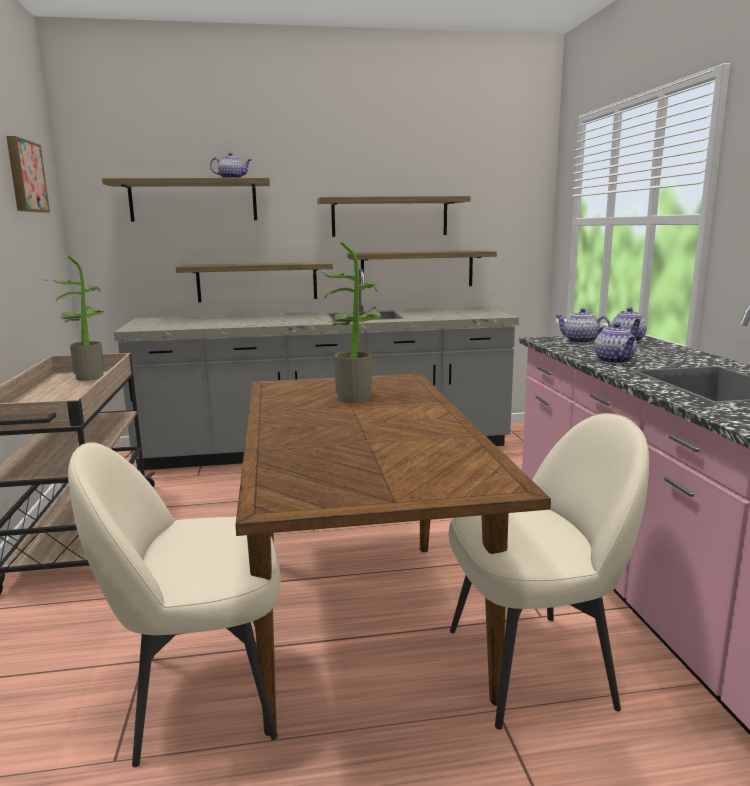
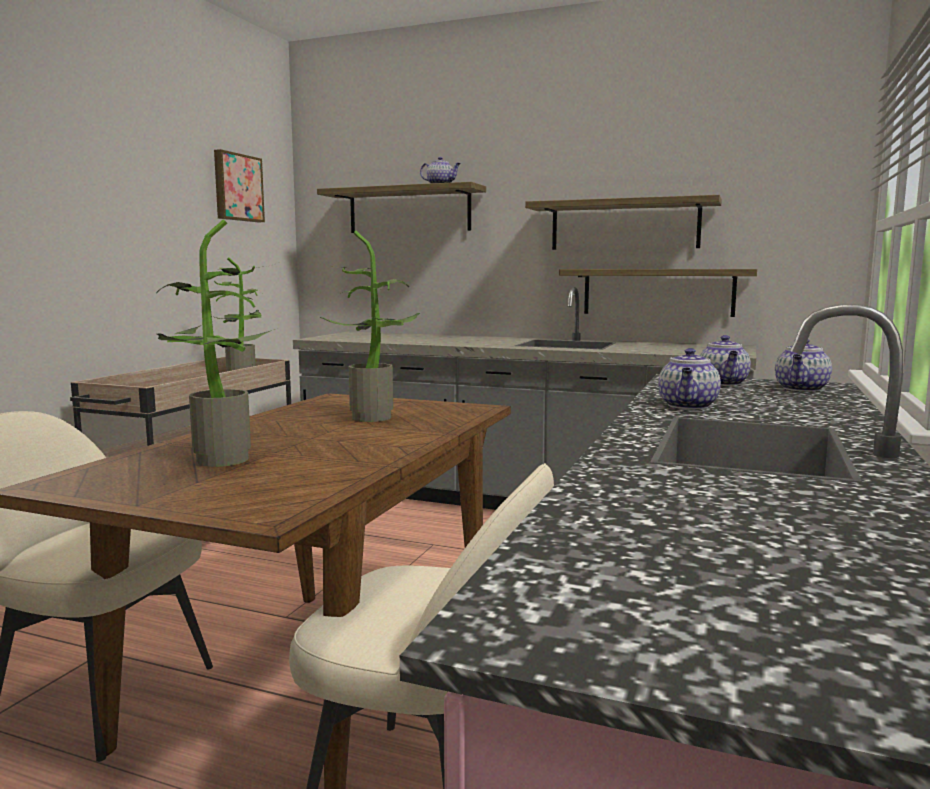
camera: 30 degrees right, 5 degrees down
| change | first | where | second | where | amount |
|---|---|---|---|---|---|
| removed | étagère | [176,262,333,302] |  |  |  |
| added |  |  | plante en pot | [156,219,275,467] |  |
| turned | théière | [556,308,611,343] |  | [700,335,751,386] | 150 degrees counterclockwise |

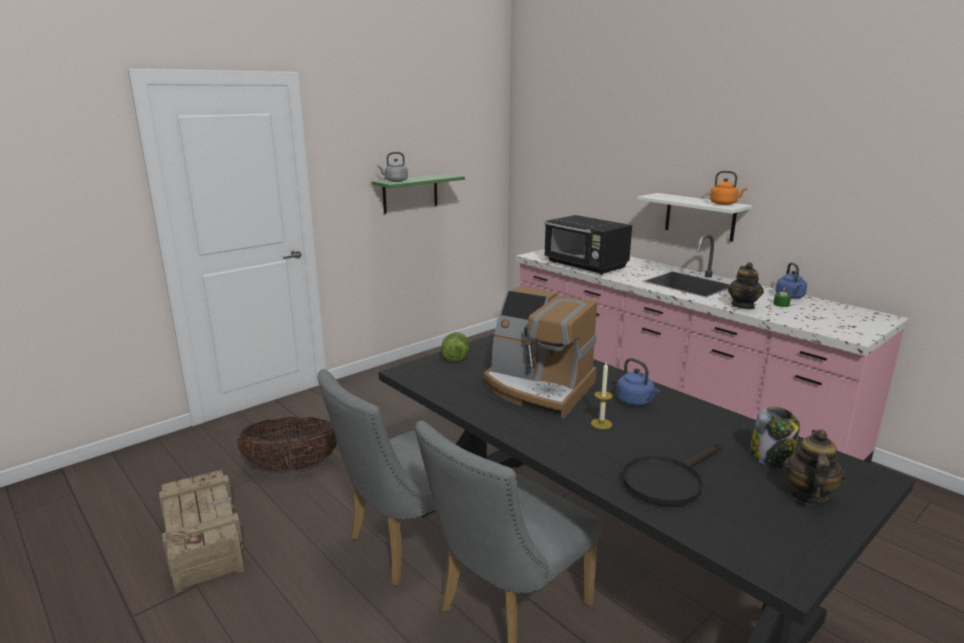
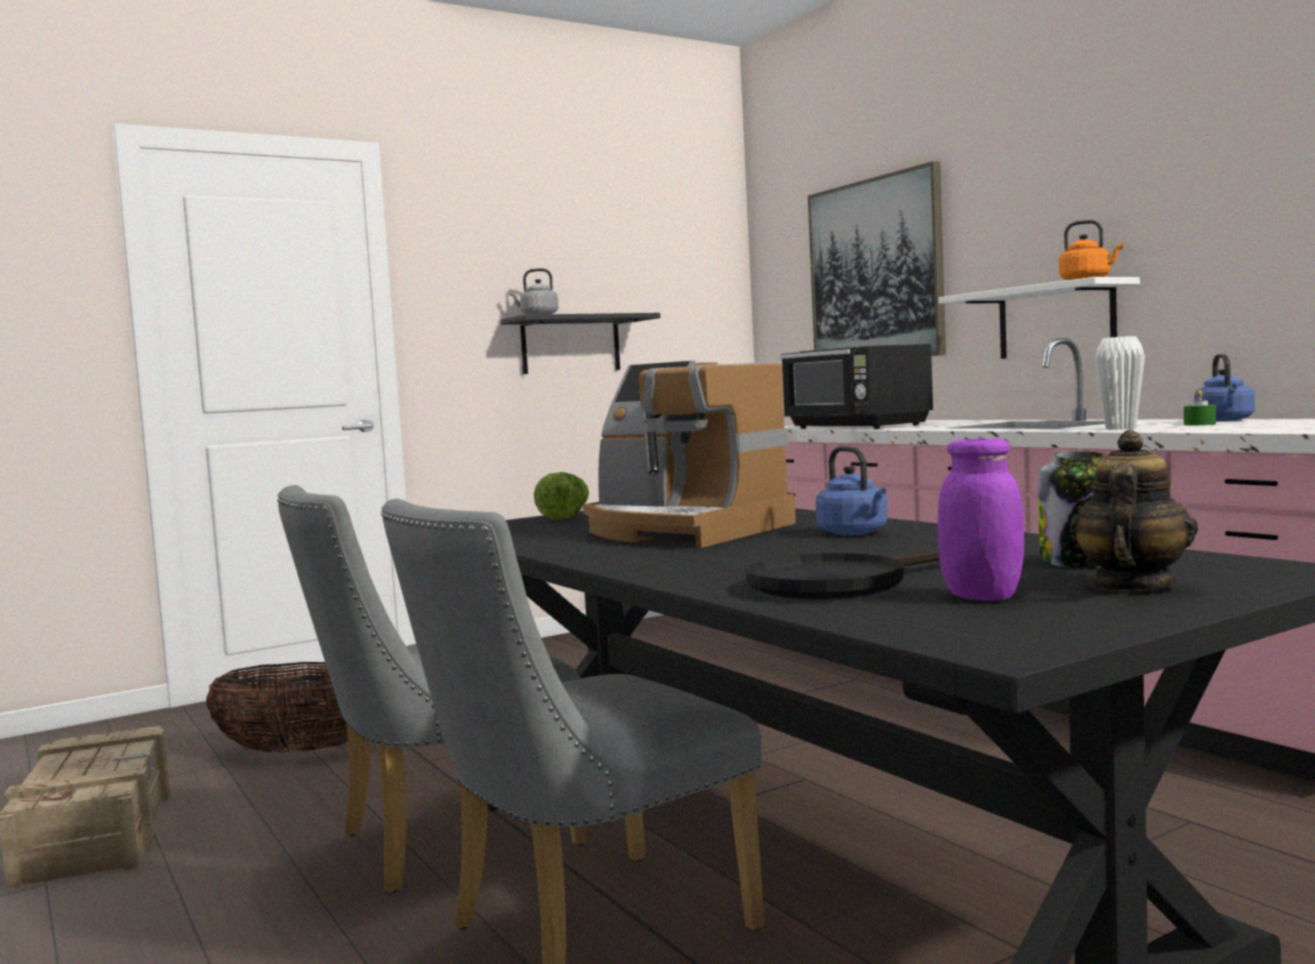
camera: 10 degrees right, 15 degrees down
| change | first | where | second | where | amount |
|---|---|---|---|---|---|
| removed | bougie | [591,363,613,429] |  |  |  |
| added |  |  | tableau | [808,161,946,356] |  |
| added |  |  | bocal [violet] | [938,438,1024,601] |  |
| replaced | théière | [728,262,764,309] | vase [blanc] | [1095,336,1145,429] |  |
| recoloured | étagère [vert] | [372,174,465,214] | étagère [noir] | [501,313,660,374] |  |

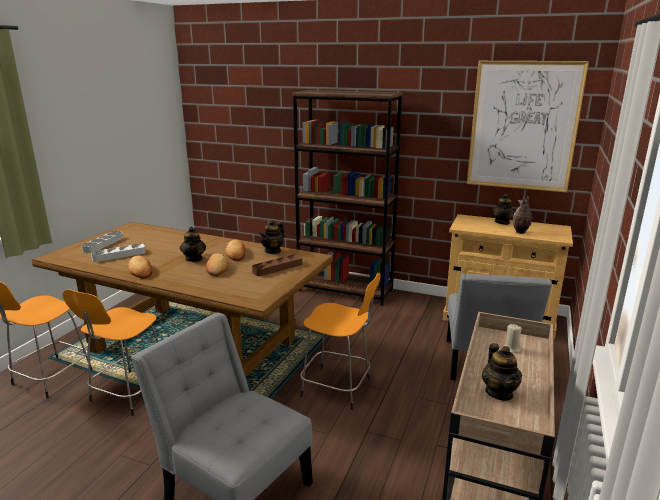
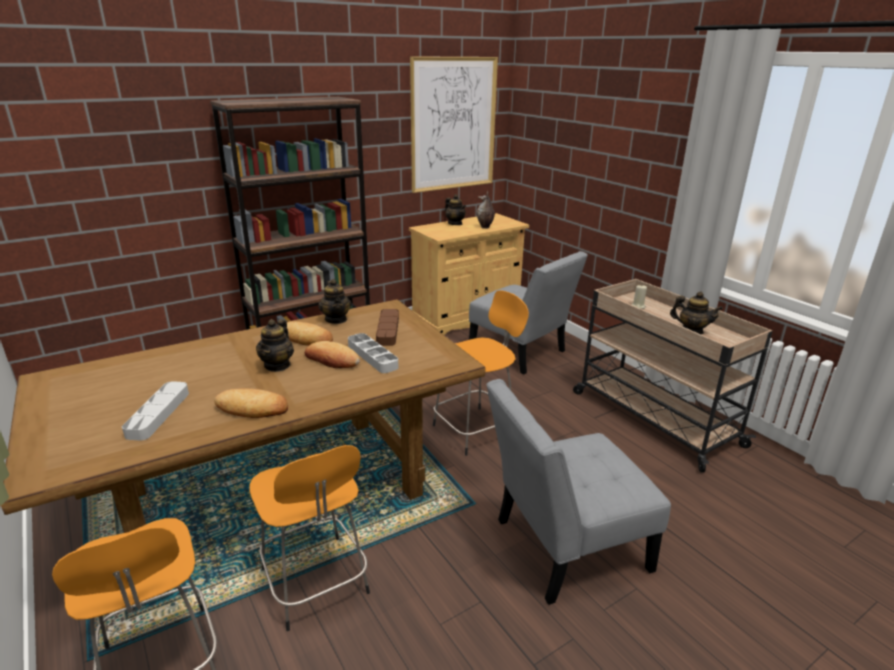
camera: 55 degrees left, 5 degrees up
| change | first | where | second | where | amount |
|---|---|---|---|---|---|
| moved | plateau [gris] | [81,231,123,253] |  | [348,333,398,373] |  |
| turned | théière | [180,227,206,262] |  | [256,319,294,372] | 75 degrees clockwise |

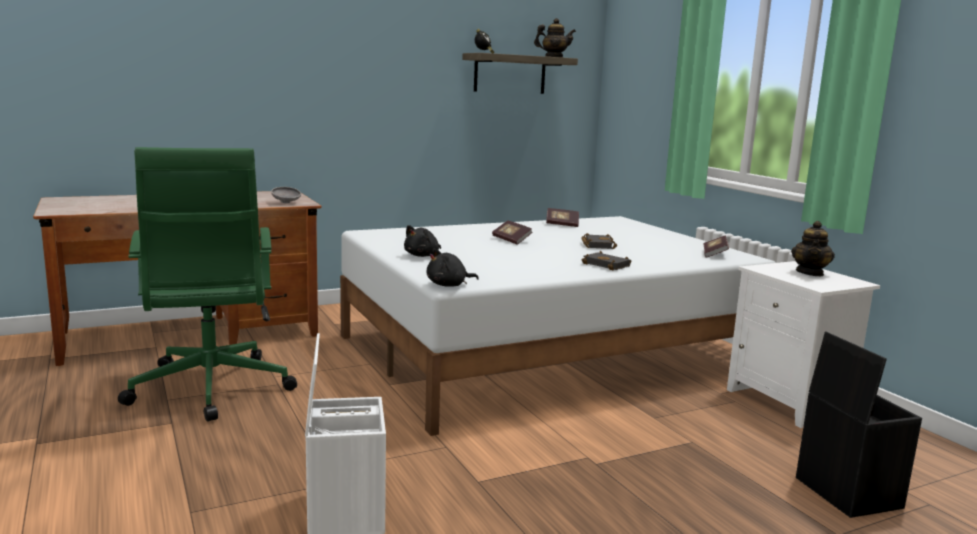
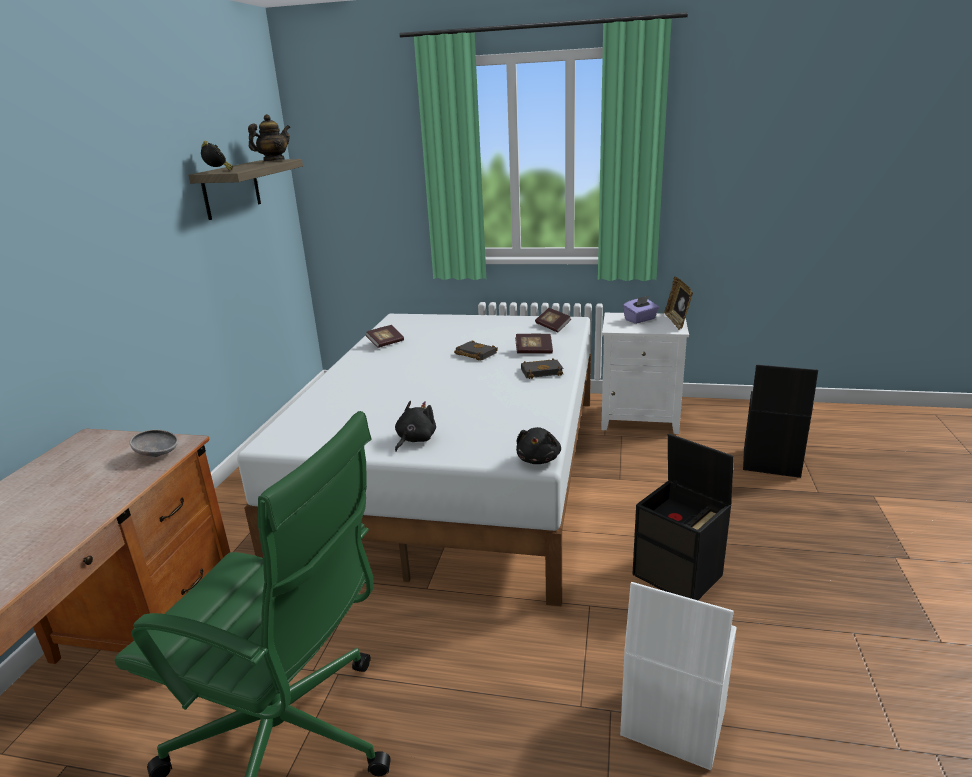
camera: 50 degrees left, 10 degrees up
| change | first | where | second | where | amount |
|---|---|---|---|---|---|
| added |  |  | boîte de rangement [noir] | [633,433,734,600] |  |
| added |  |  | cadre photo | [664,276,693,330] |  |
| moved | livre | [492,220,532,245] |  | [515,334,553,354] |  |
| replaced | théière | [791,221,835,276] | boîte à mouchoirs [violet] | [623,296,659,324] |  |
| turned | peluche [noir] | [404,225,441,257] |  | [395,401,436,452] | 135 degrees counterclockwise |

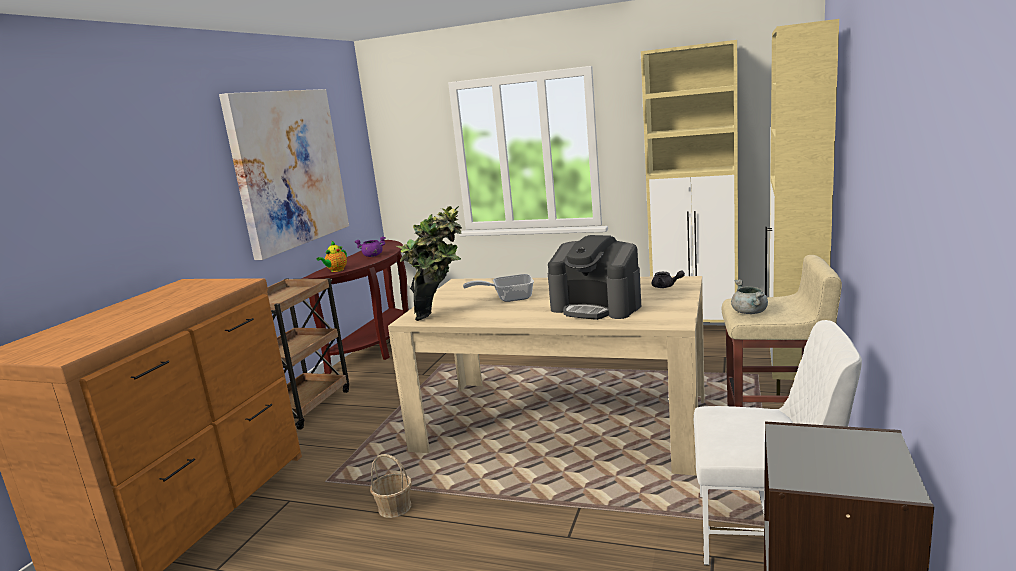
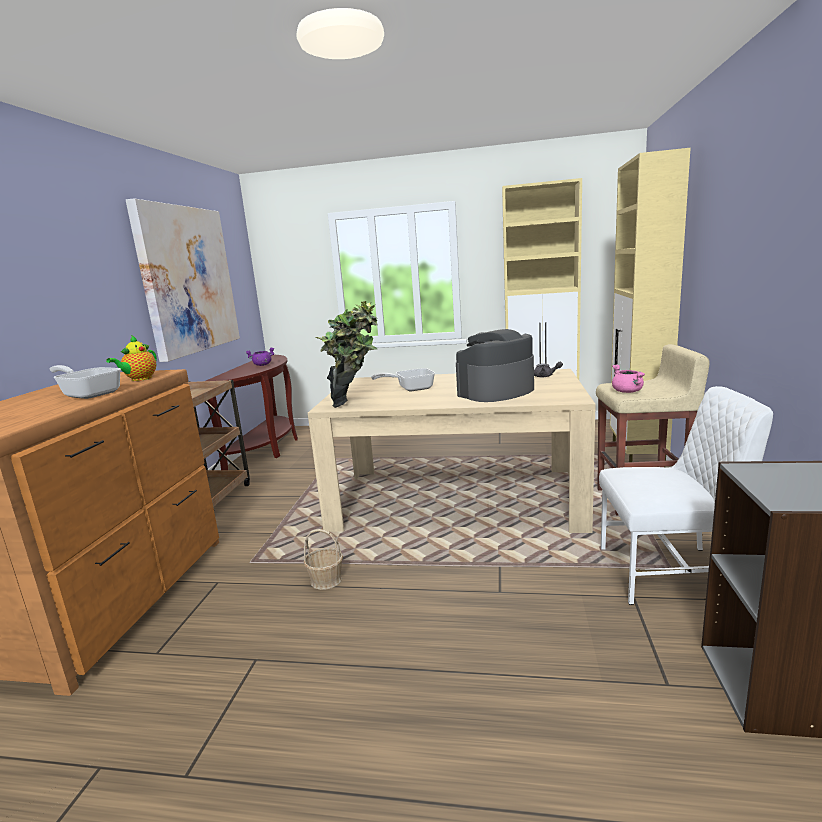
camera: 10 degrees left, 0 degrees up
| change | first | where | second | where | amount |
|---|---|---|---|---|---|
| added |  |  | poêle | [49,365,121,399] |  |
| moved | théière | [317,241,347,272] |  | [106,335,157,381] |  |
| recoloured | marmite [gris] | [731,279,768,314] | marmite [rose] | [612,364,645,393] |  |
| turned | machine à café | [548,235,641,320] |  | [456,329,534,402] | 120 degrees clockwise |

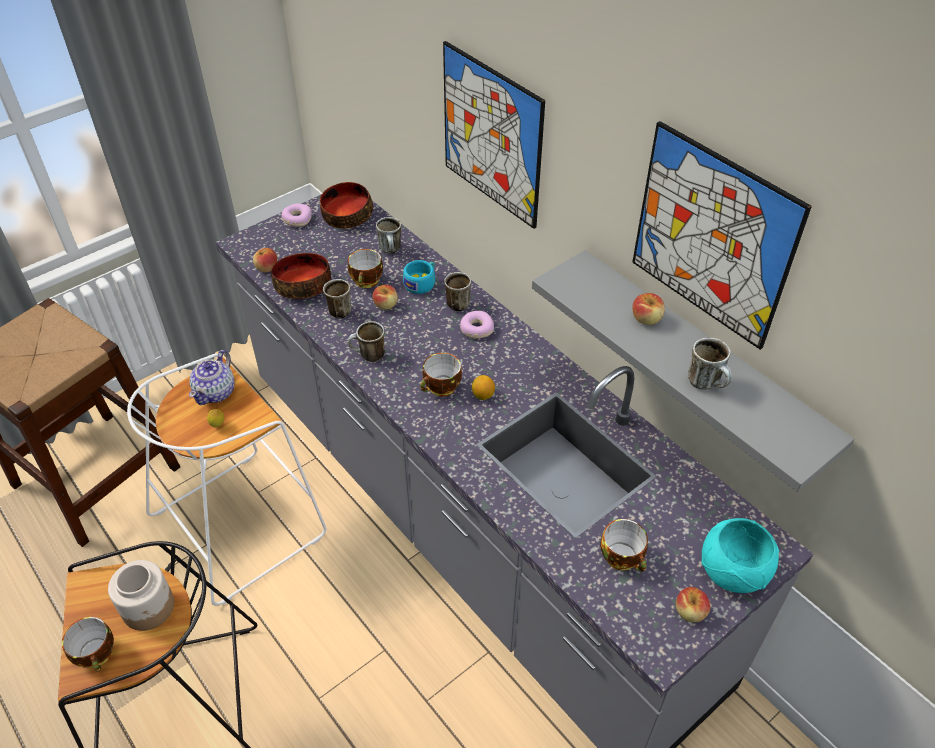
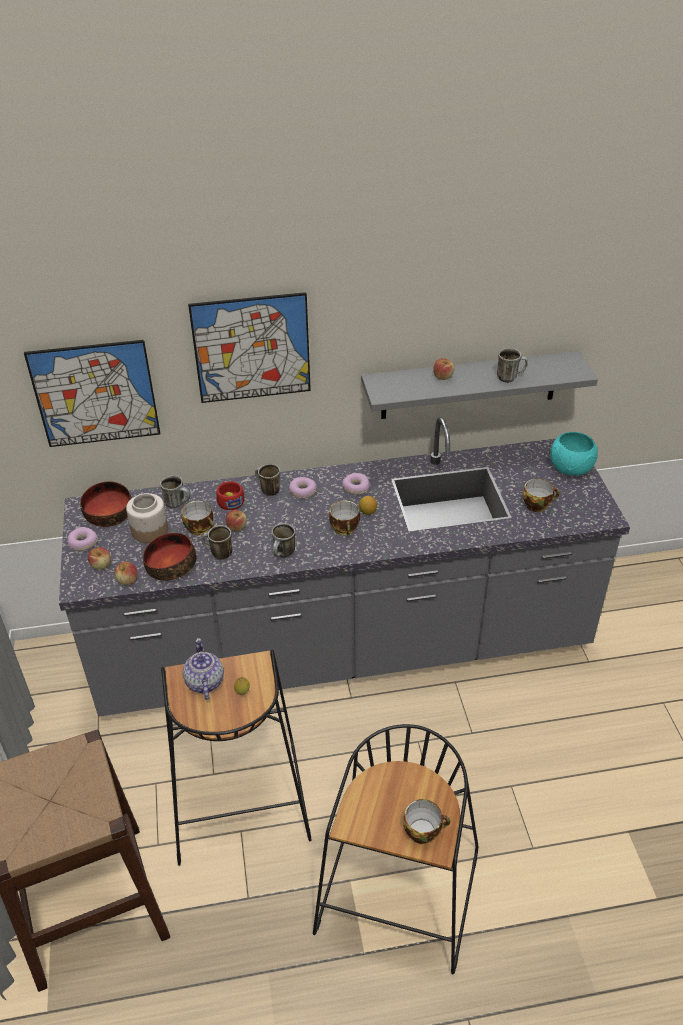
camera: 60 degrees left, 5 degrees down
| change | first | where | second | where | amount |
|---|---|---|---|---|---|
| added |  |  | beignet | [342,473,370,495] |  |
| moved | bocal | [108,560,174,631] |  | [126,493,168,543] |  |
| moved | tableau | [632,121,812,350] |  | [24,340,161,447] |  |
| moved | pomme | [676,587,710,622] |  | [88,547,111,570] |  |
| recoloured | tabouret [blanc] | [127,354,327,606] | tabouret [noir] | [161,650,311,866] |  |
| recoloured | tasse [turquoise] | [403,260,435,294] | tasse [rouge] | [216,481,245,510] |  |
| turned | théière | [189,350,235,405] |  | [183,638,224,700] | 150 degrees counterclockwise |

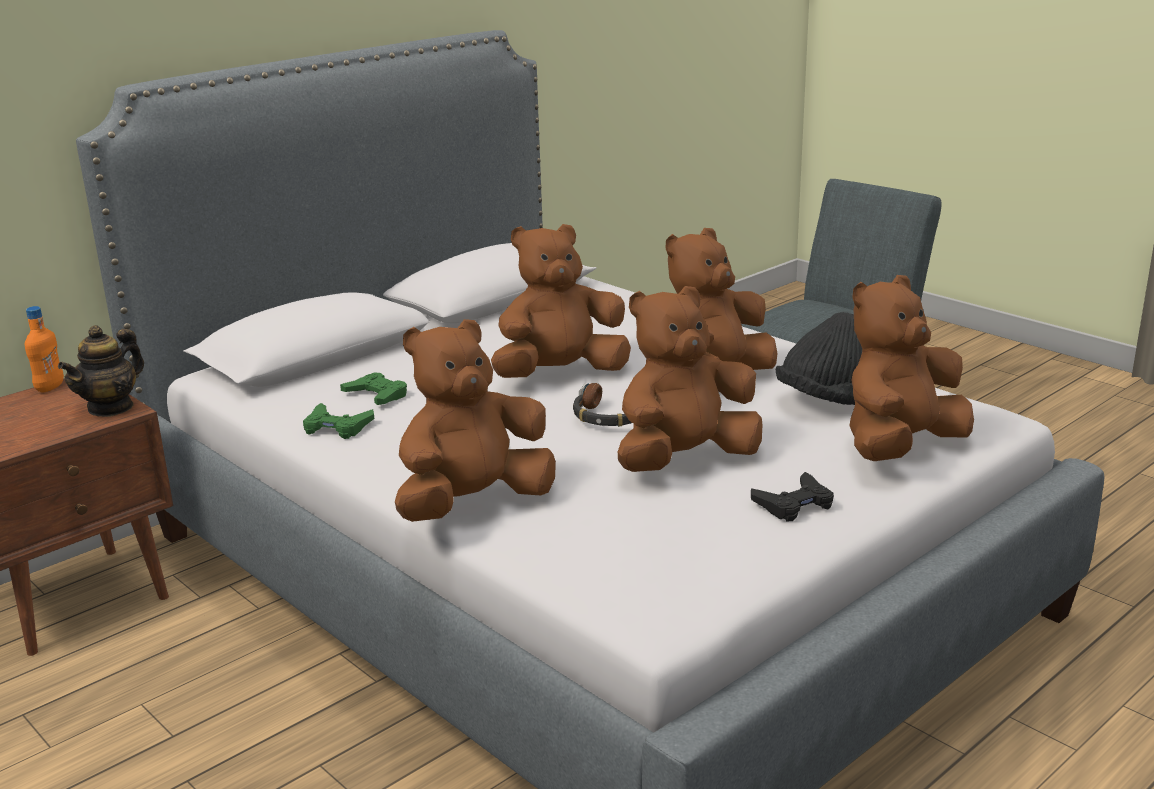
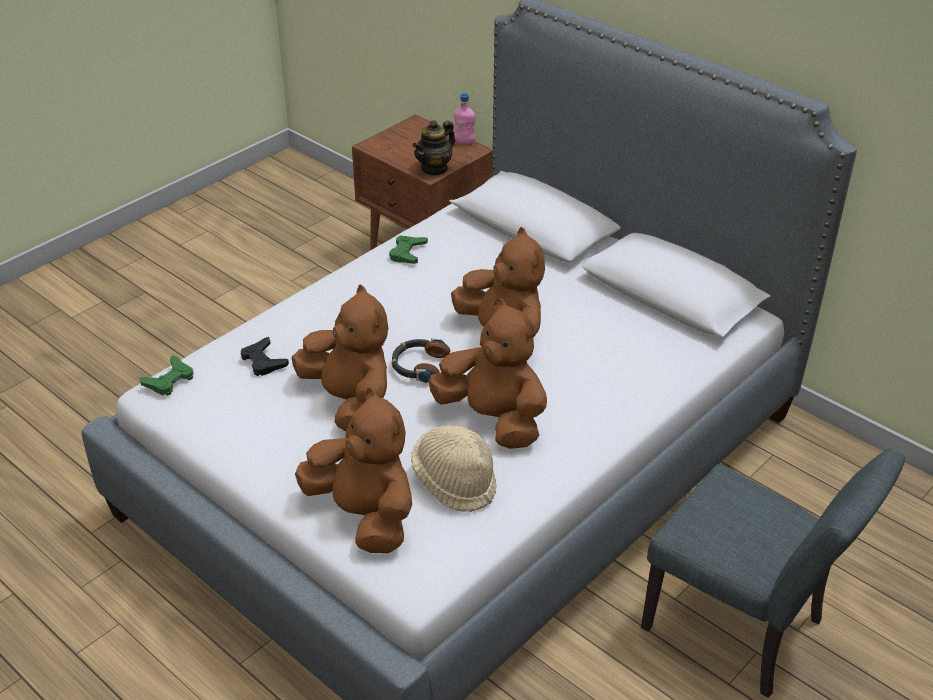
camera: 85 degrees right, 15 degrees up
| change | first | where | second | where | amount |
|---|---|---|---|---|---|
| removed | peluche [marron] | [395,319,556,522] |  |  |  |
| moved | manette [vert] | [340,372,407,405] |  | [139,355,193,396] |  |
| moved | manette [noir] | [751,472,834,522] |  | [241,337,289,376] |  |
| recoloured | bouteille [orange] | [25,306,64,393] | bouteille [rose] | [454,93,475,145] |  |
| recoloured | chapeau [noir] | [776,312,862,405] | chapeau [beige] | [411,425,497,512] |  |
| turned | théière | [58,325,144,417] |  | [412,120,455,176] | 75 degrees counterclockwise |

